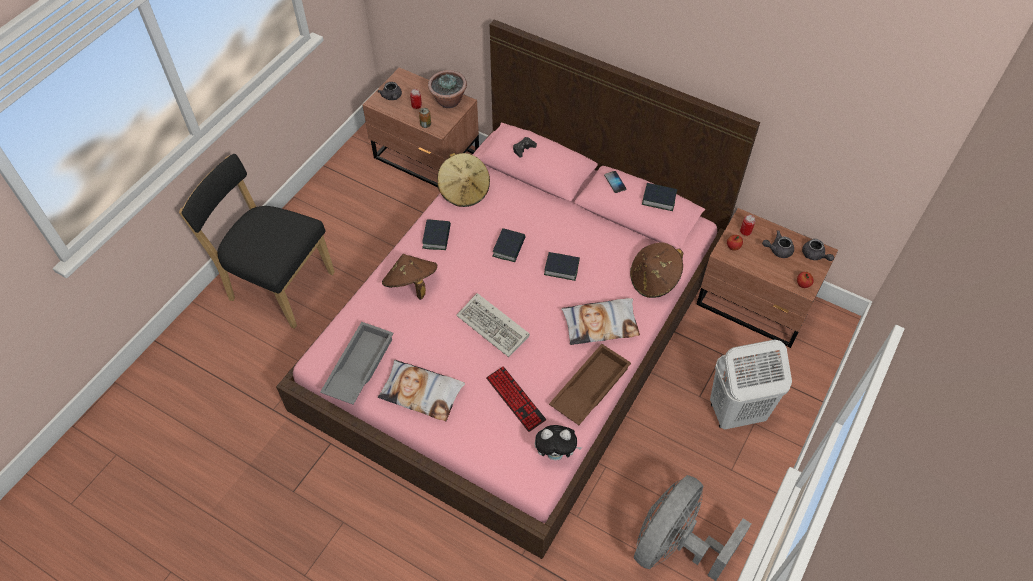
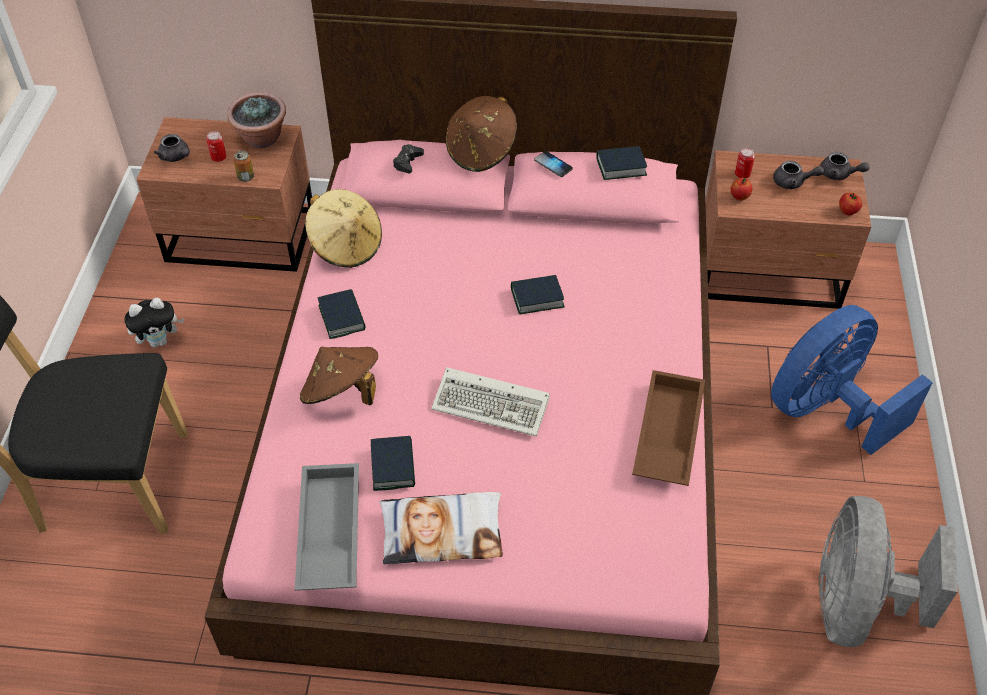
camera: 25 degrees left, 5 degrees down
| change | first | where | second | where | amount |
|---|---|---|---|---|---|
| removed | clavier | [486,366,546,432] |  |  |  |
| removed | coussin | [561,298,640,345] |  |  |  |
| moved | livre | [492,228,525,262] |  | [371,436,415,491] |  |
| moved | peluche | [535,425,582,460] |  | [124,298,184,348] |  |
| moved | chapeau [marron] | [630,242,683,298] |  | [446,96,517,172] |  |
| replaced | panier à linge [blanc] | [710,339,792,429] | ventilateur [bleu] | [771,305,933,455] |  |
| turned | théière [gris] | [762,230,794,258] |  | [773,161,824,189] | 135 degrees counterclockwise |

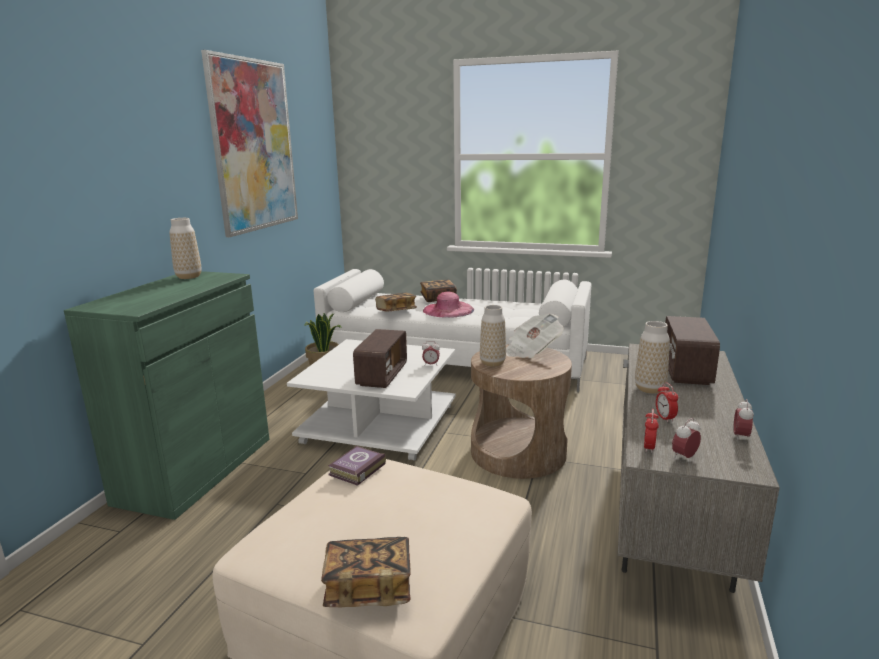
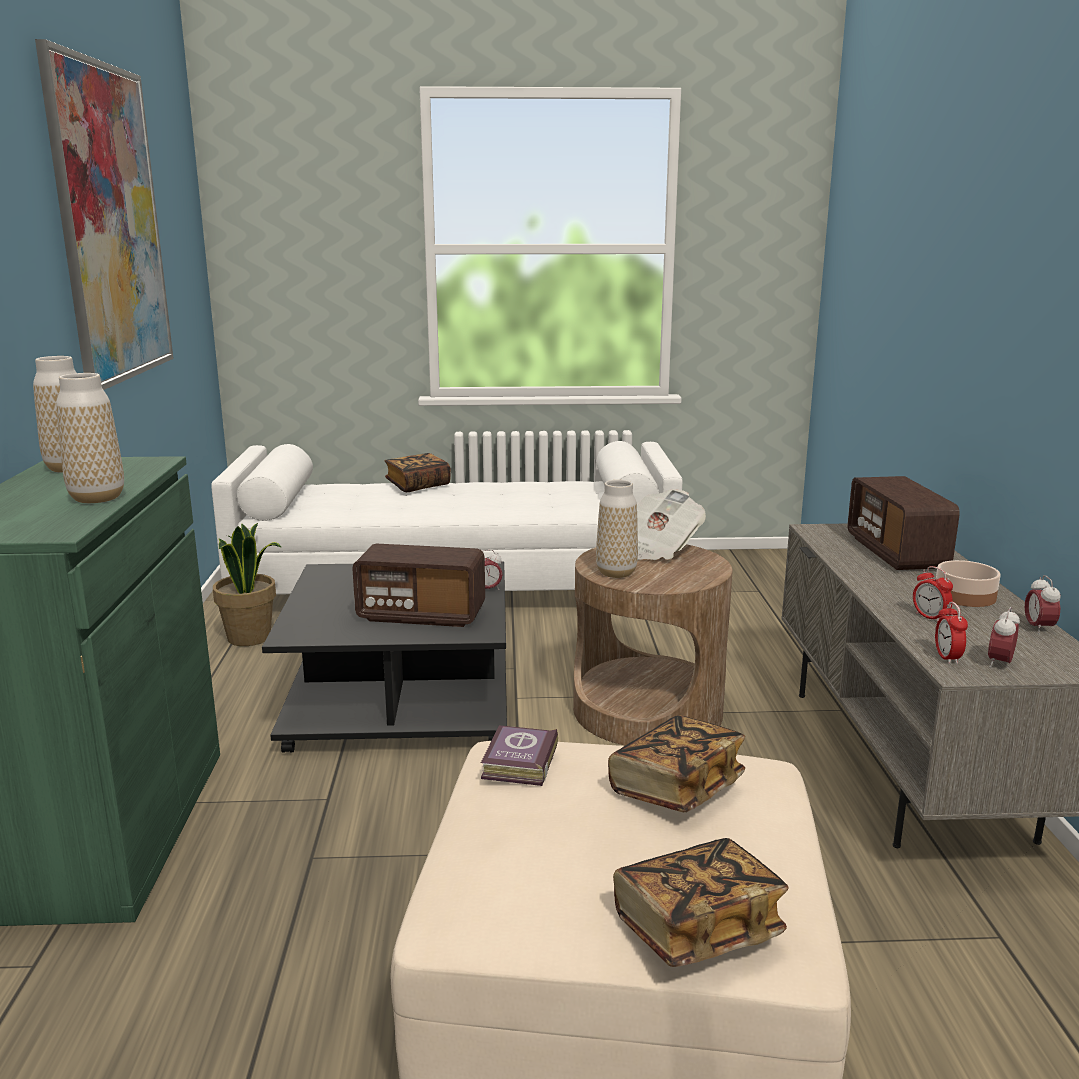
camera: 20 degrees left, 0 degrees up
| change | first | where | second | where | amount |
|---|---|---|---|---|---|
| removed | chapeau [rose] | [423,292,474,318] |  |  |  |
| added |  |  | bol | [936,560,1001,607] |  |
| moved | livre | [375,293,417,312] |  | [608,715,745,812] |  |
| moved | vase | [635,321,670,394] |  | [56,373,124,503] |  |
| recoloured | table basse [blanc] | [287,339,456,461] | table basse [noir] | [262,561,507,753] |  |
| turned | radio | [353,329,407,388] |  | [352,544,485,627] | 105 degrees clockwise |

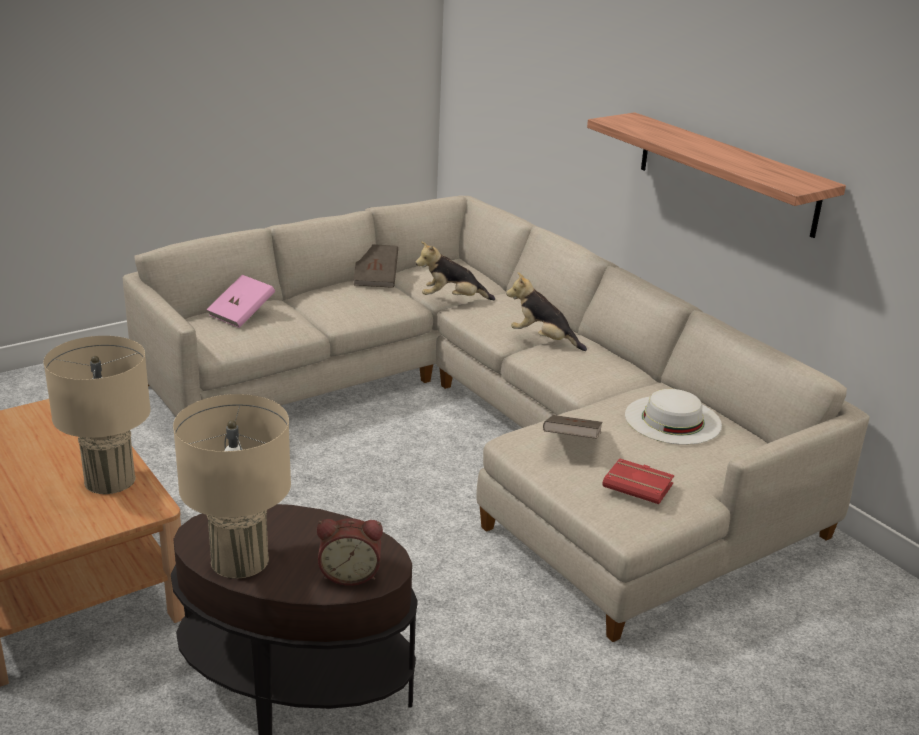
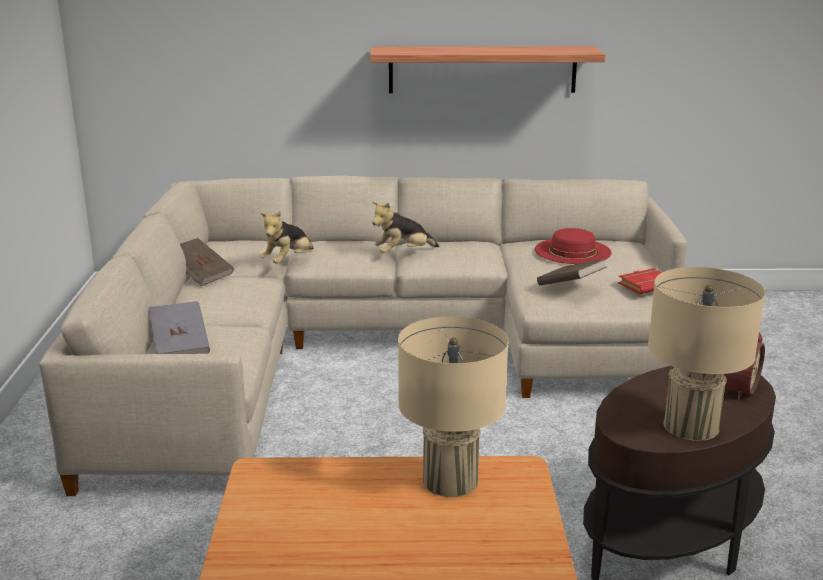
camera: 55 degrees left, 5 degrees down
| change | first | where | second | where | amount |
|---|---|---|---|---|---|
| recoloured | livre [rose] | [206,275,275,328] | livre [gris] | [148,301,210,354] |  |
| recoloured | chapeau [blanc] | [625,389,722,445] | chapeau [rouge] | [535,228,611,264] |  |

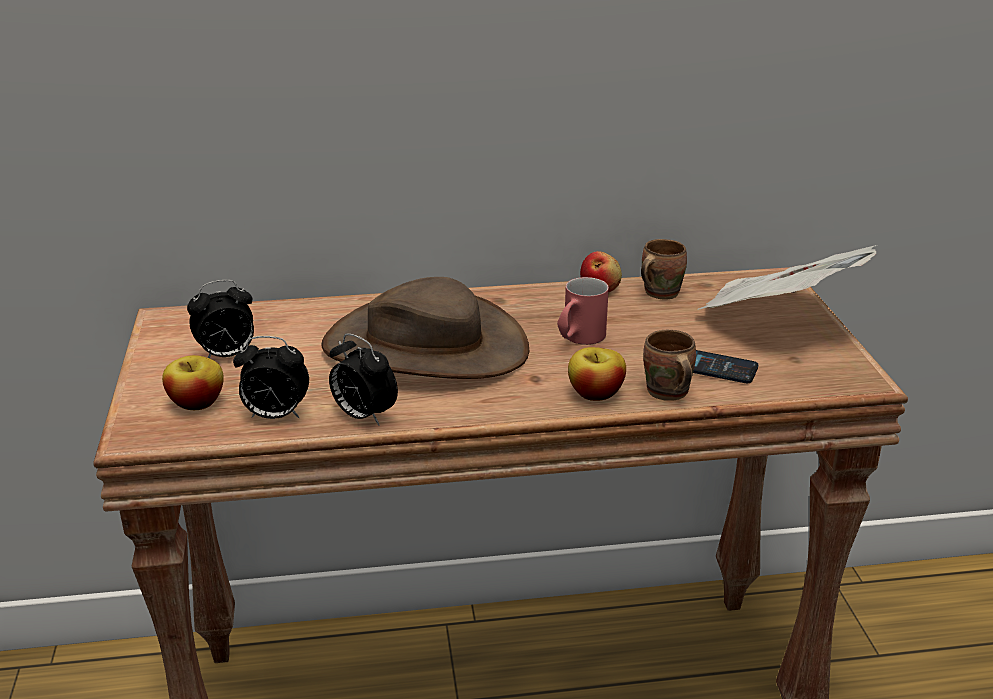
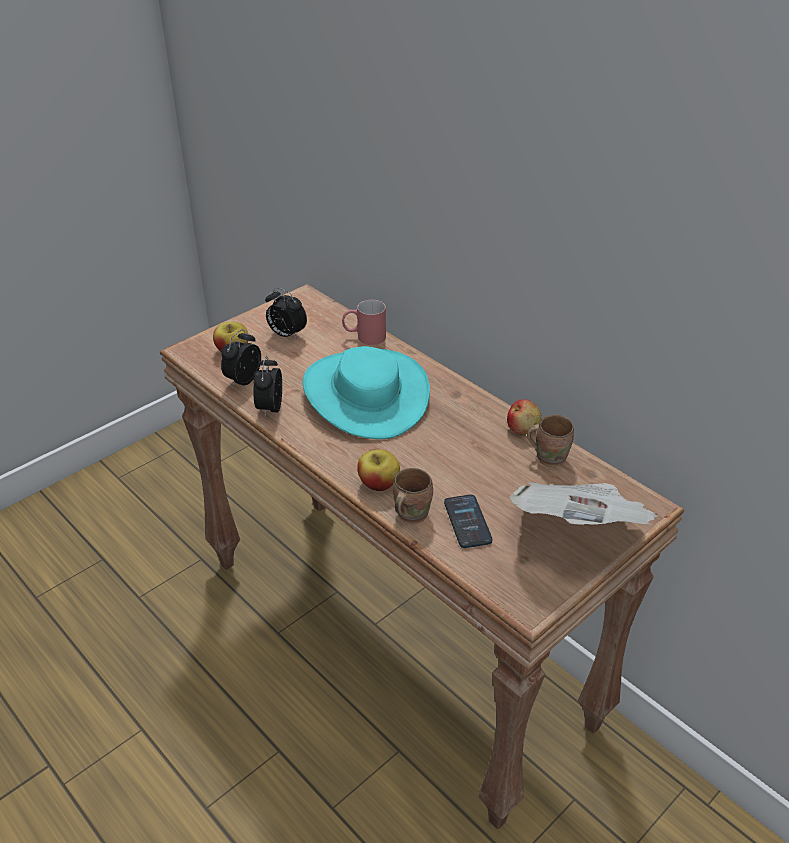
camera: 55 degrees right, 10 degrees up
| change | first | where | second | where | amount |
|---|---|---|---|---|---|
| moved | mug [rouge] | [557,277,609,345] |  | [342,300,386,345] |  |
| recoloured | chapeau [marron] | [322,277,529,379] | chapeau [turquoise] | [303,346,430,439] |  |
| turned | réveil | [233,336,309,419] |  | [221,329,261,388] | 60 degrees clockwise |

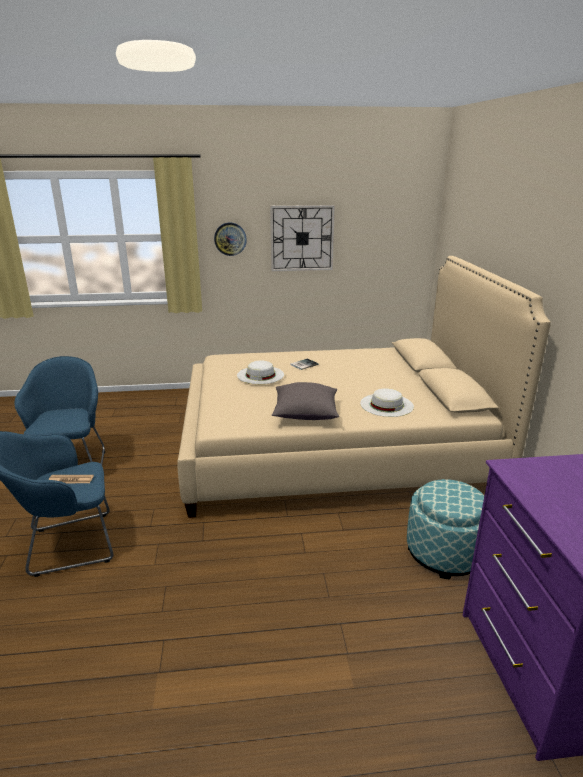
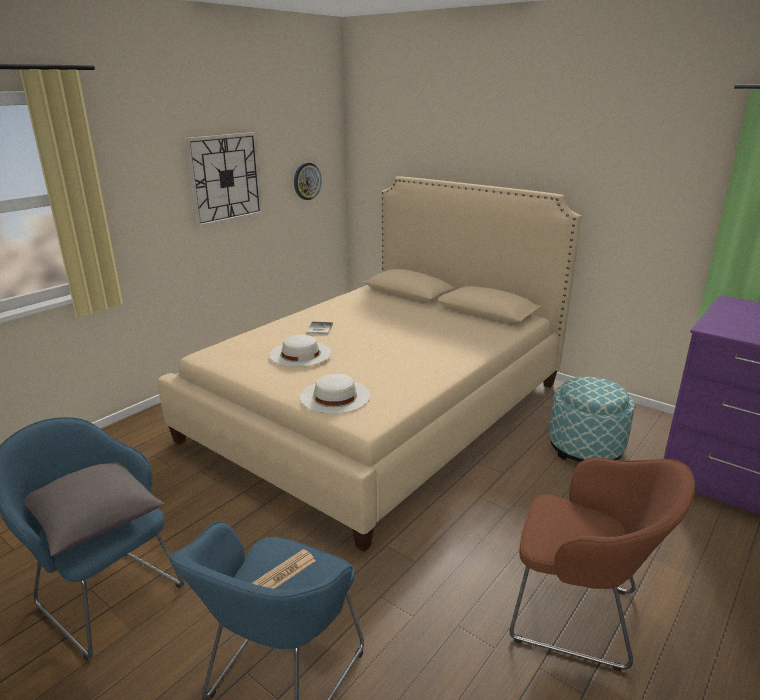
camera: 45 degrees left, 0 degrees up
| change | first | where | second | where | amount |
|---|---|---|---|---|---|
| added |  |  | fauteuil [marron] | [510,457,695,671] |  |
| moved | horloge murale | [214,223,247,256] |  | [294,162,322,200] |  |
| moved | coussin [gris] | [272,382,339,420] |  | [24,462,164,556] |  |
| moved | chapeau [blanc] | [360,388,414,417] |  | [300,374,371,414] |  |

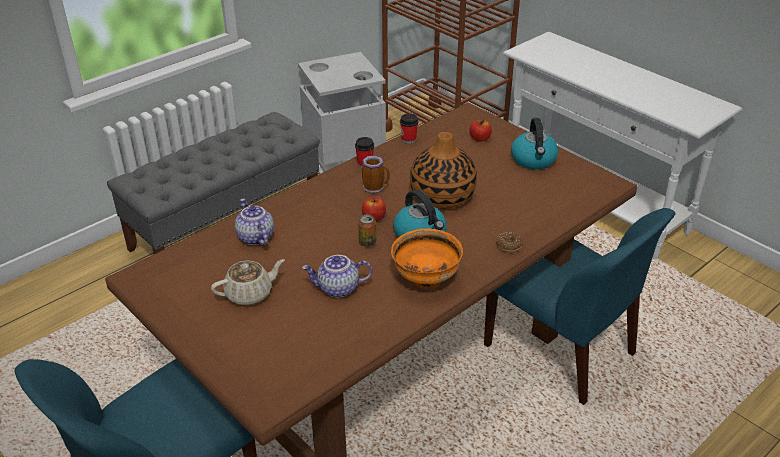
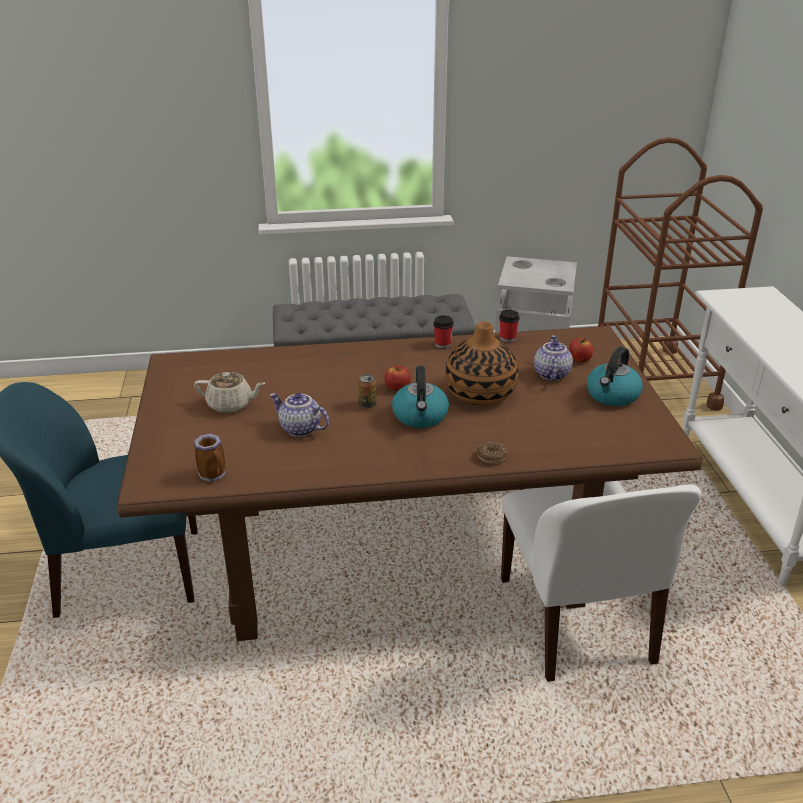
camera: 35 degrees right, 5 degrees down
| change | first | where | second | where | amount |
|---|---|---|---|---|---|
| removed | bol [orange] | [391,229,463,289] |  |  |  |
| moved | théière | [235,198,274,245] |  | [534,335,573,380] |  |
| moved | mug | [362,156,390,193] |  | [194,434,225,482] |  |
| recoloured | chaise [bleu] | [484,208,675,405] | chaise [blanc] | [501,481,702,682] |  |

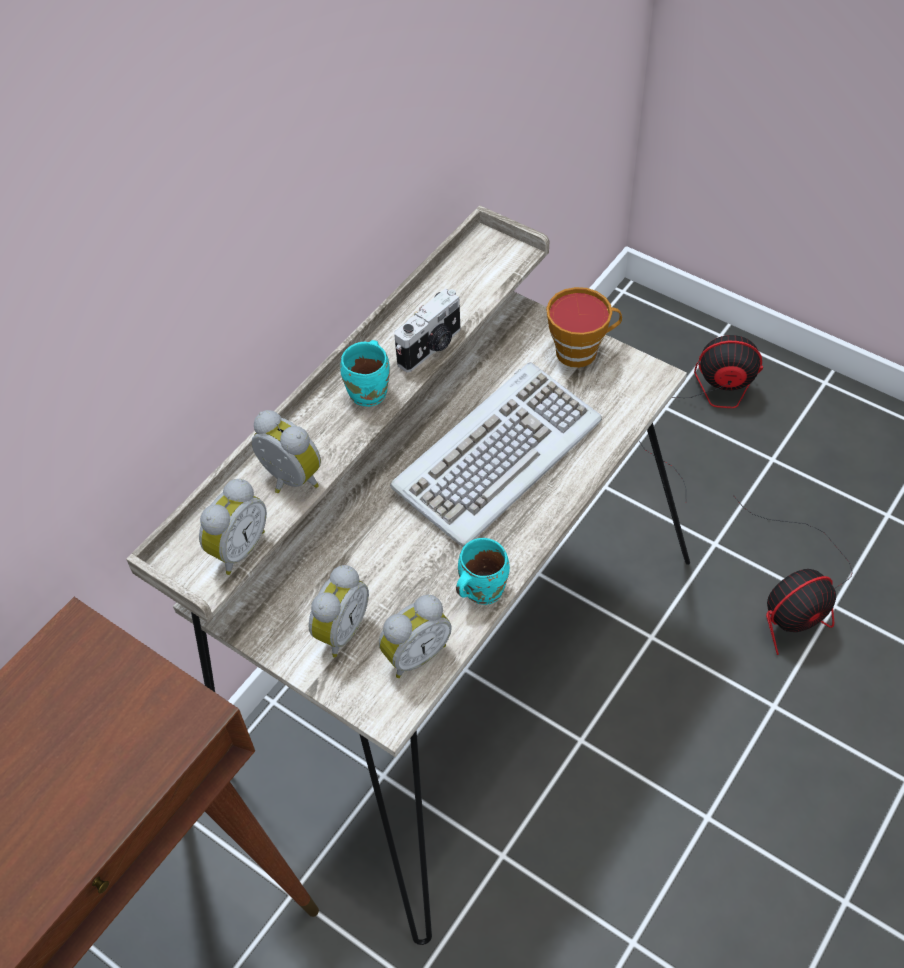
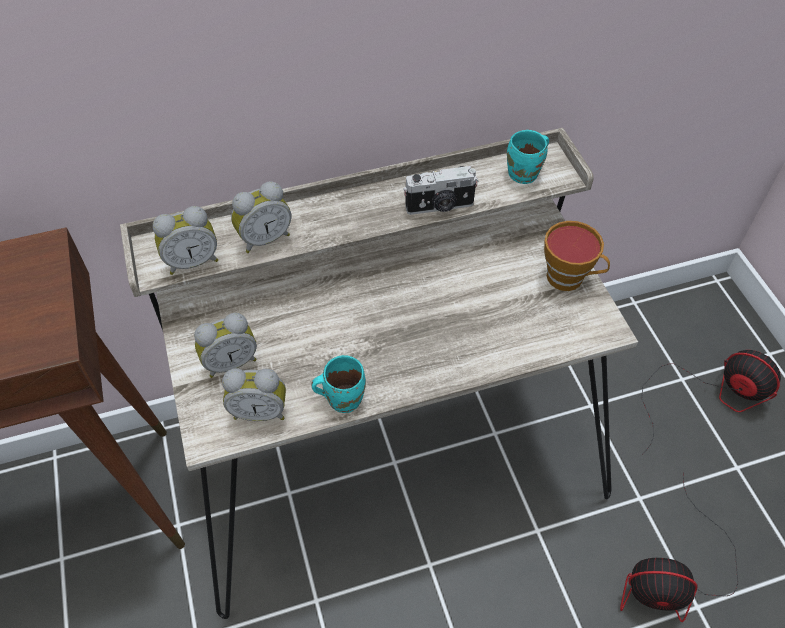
camera: 35 degrees right, 0 degrees up
| change | first | where | second | where | amount |
|---|---|---|---|---|---|
| removed | clavier | [390,362,602,547] |  |  |  |
| moved | mug [turquoise] | [340,340,390,407] |  | [507,130,549,184] |  |
| turned | réveil | [252,410,321,493] |  | [231,181,291,253] | 75 degrees clockwise |

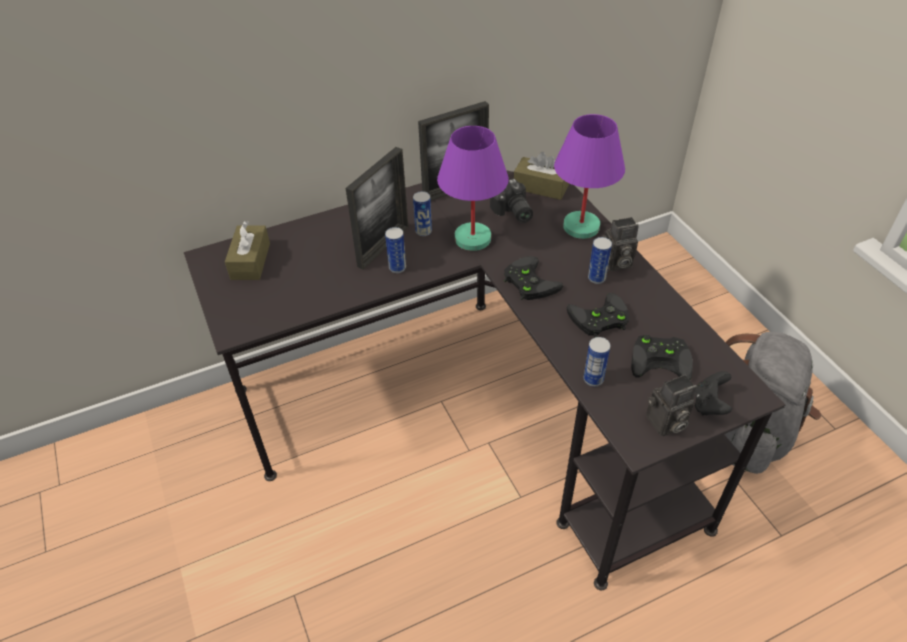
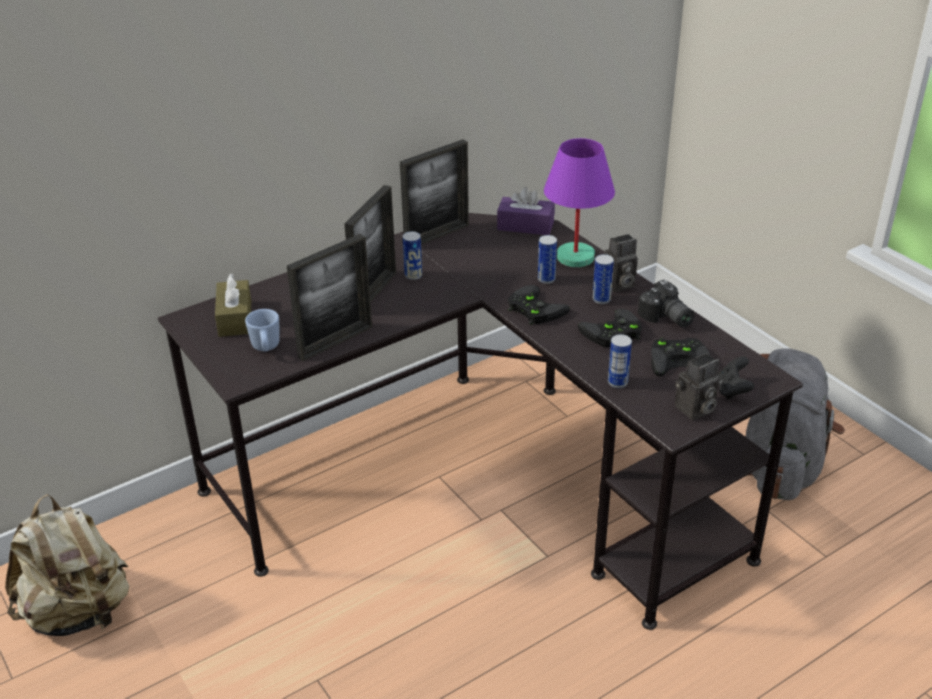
camera: 10 degrees left, 10 degrees down
| change | first | where | second | where | amount |
|---|---|---|---|---|---|
| removed | lampe de table [violet] | [437,126,509,251] |  |  |  |
| added |  |  | sac à dos [beige] | [5,494,129,636] |  |
| added |  |  | mug [bleu] | [245,309,280,351] |  |
| added |  |  | cadre photo | [287,234,372,361] |  |
| moved | boîte métallique | [385,227,406,273] |  | [538,235,557,284] |  |
| moved | appareil photo | [490,179,533,223] |  | [638,280,695,327] |  |
| recoloured | boîte à mouchoirs [marron] | [514,152,569,200] | boîte à mouchoirs [violet] | [497,187,555,235] |  |

